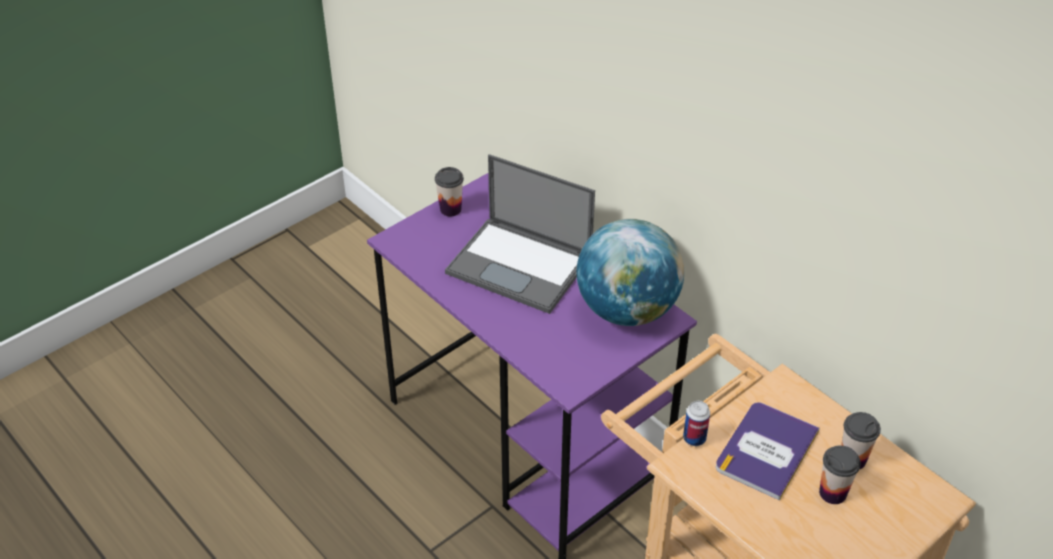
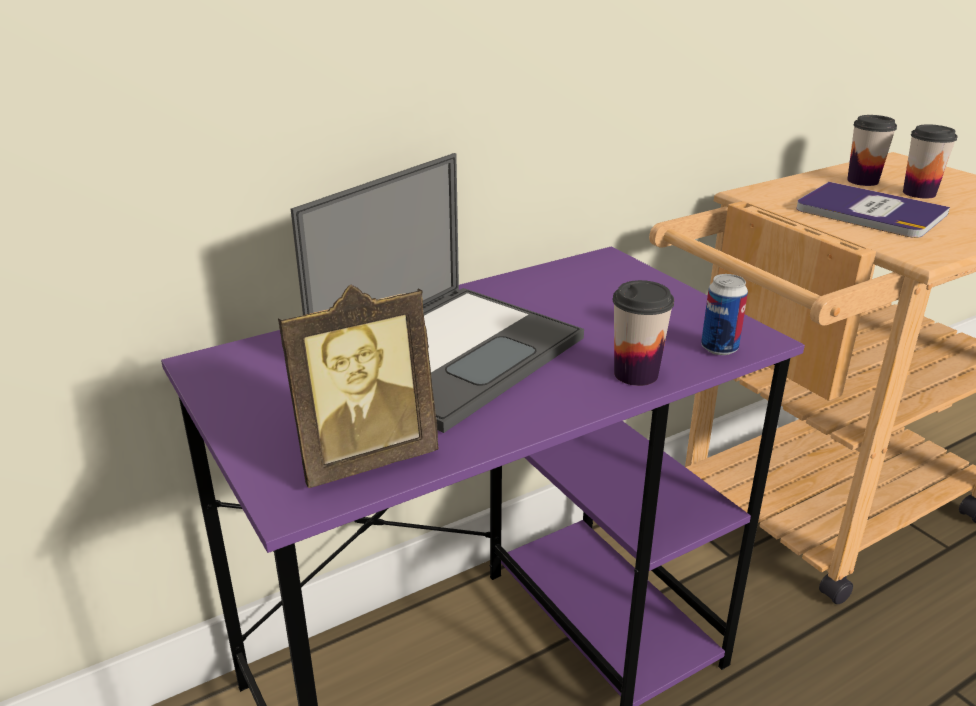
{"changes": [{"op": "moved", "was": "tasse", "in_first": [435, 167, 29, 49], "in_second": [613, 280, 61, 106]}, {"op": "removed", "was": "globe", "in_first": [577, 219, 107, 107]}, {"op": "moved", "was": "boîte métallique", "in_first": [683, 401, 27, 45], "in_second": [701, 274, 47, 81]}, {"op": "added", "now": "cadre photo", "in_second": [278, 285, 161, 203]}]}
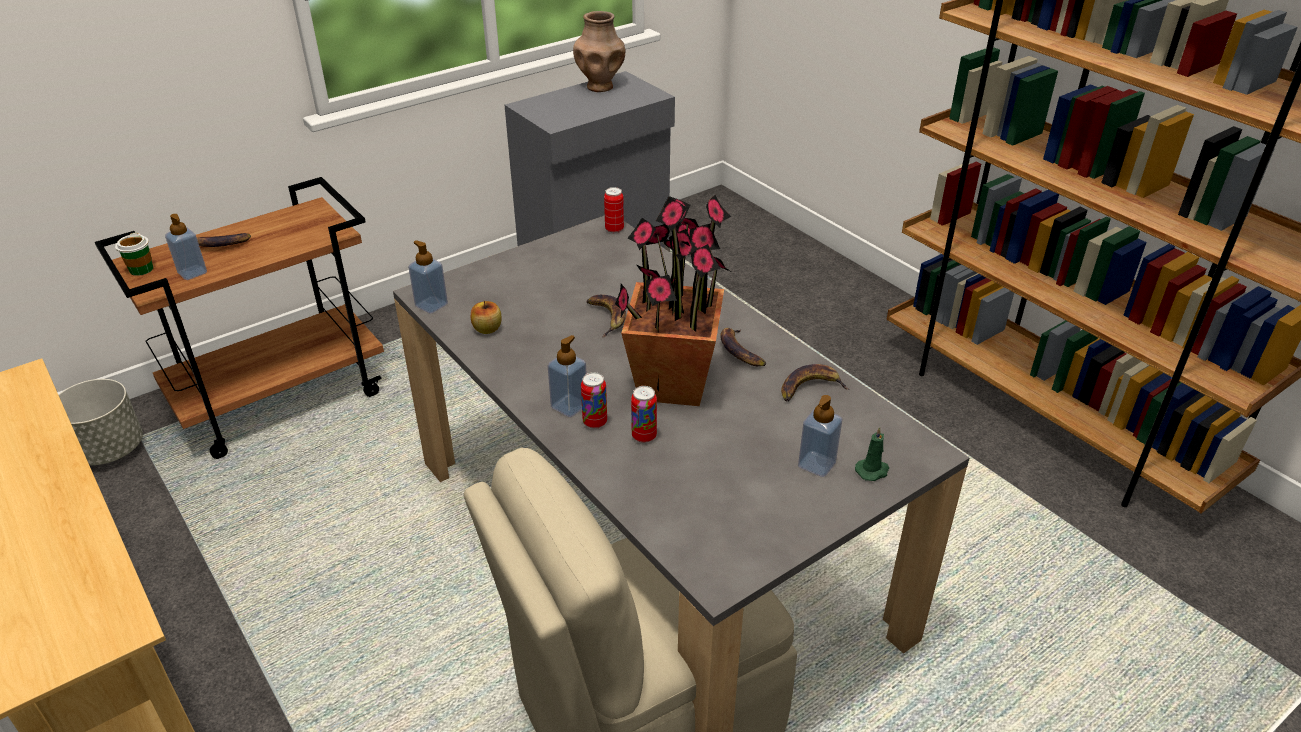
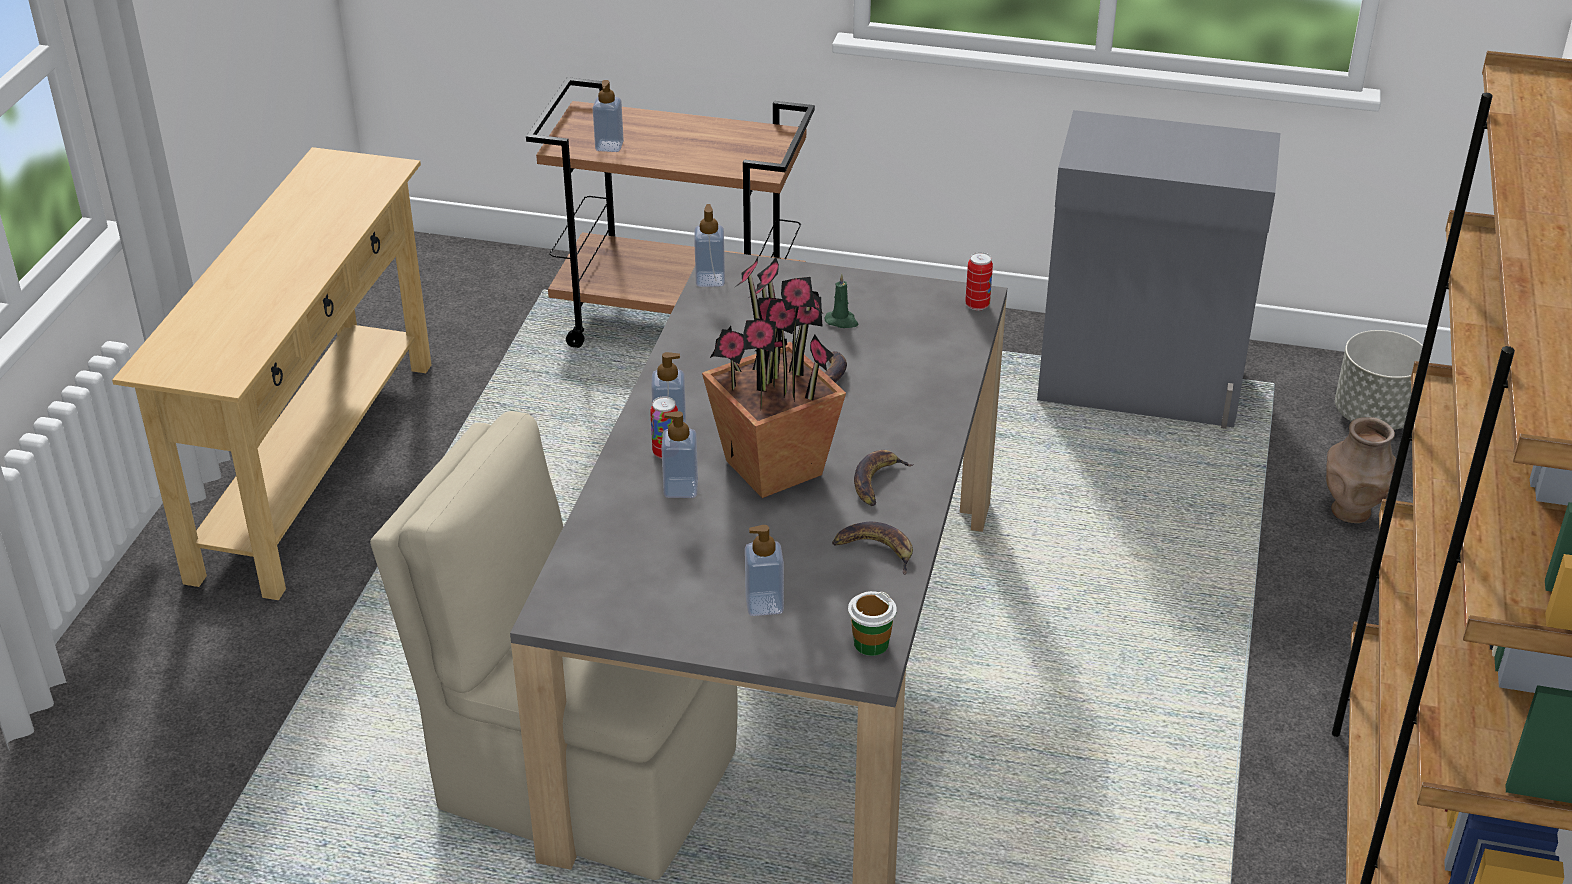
{"changes": [{"op": "moved", "was": "cache-pot [gris]", "in_first": [59, 379, 84, 87], "in_second": [1335, 330, 95, 100]}, {"op": "moved", "was": "tasse", "in_first": [115, 233, 38, 43], "in_second": [848, 591, 49, 65]}, {"op": "removed", "was": "banane", "in_first": [197, 233, 54, 14]}, {"op": "removed", "was": "pomme", "in_first": [471, 301, 30, 33]}, {"op": "moved", "was": "vase [marron]", "in_first": [573, 11, 52, 81], "in_second": [1326, 417, 70, 106]}, {"op": "replaced", "was": "boîte métallique", "now": "distributeur de savon", "in_first": [631, 386, 26, 57], "in_second": [661, 411, 37, 87]}, {"op": "moved", "was": "bougie [vert]", "in_first": [855, 427, 34, 54], "in_second": [825, 274, 33, 54]}]}
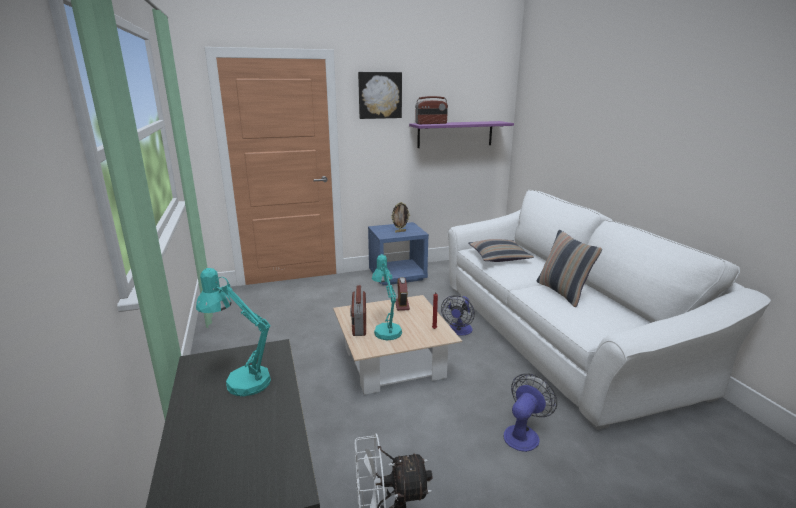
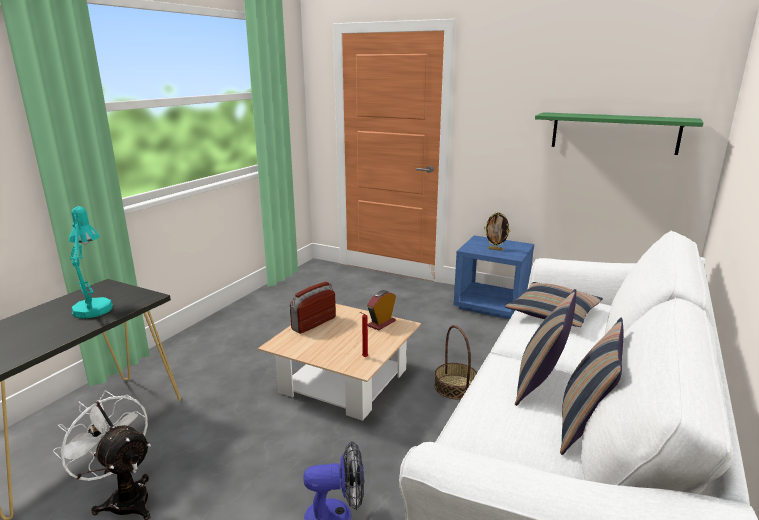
{"changes": [{"op": "removed", "was": "tableau", "in_first": [358, 72, 44, 47]}, {"op": "removed", "was": "lampe de table [turquoise]", "in_first": [372, 254, 30, 86]}, {"op": "recoloured", "was": "étagère [violet]", "now": "étagère [vert]", "in_first": [409, 121, 105, 27], "in_second": [535, 112, 168, 43]}, {"op": "removed", "was": "radio", "in_first": [415, 96, 33, 28]}, {"op": "replaced", "was": "ventilateur", "now": "panier", "in_first": [441, 295, 34, 40], "in_second": [434, 325, 43, 75]}, {"op": "added", "now": "coussin", "in_second": [560, 318, 64, 137]}]}
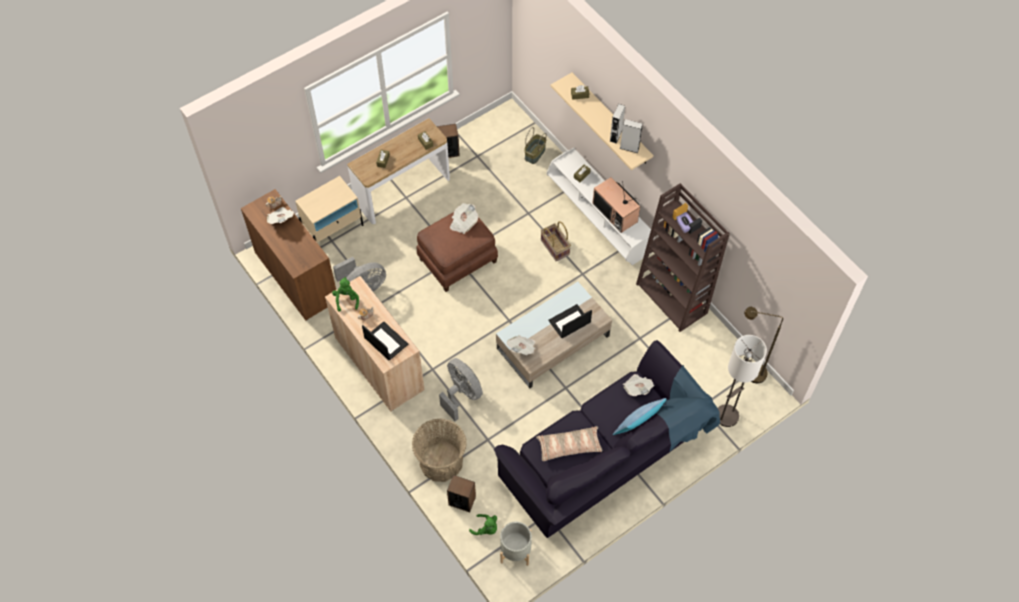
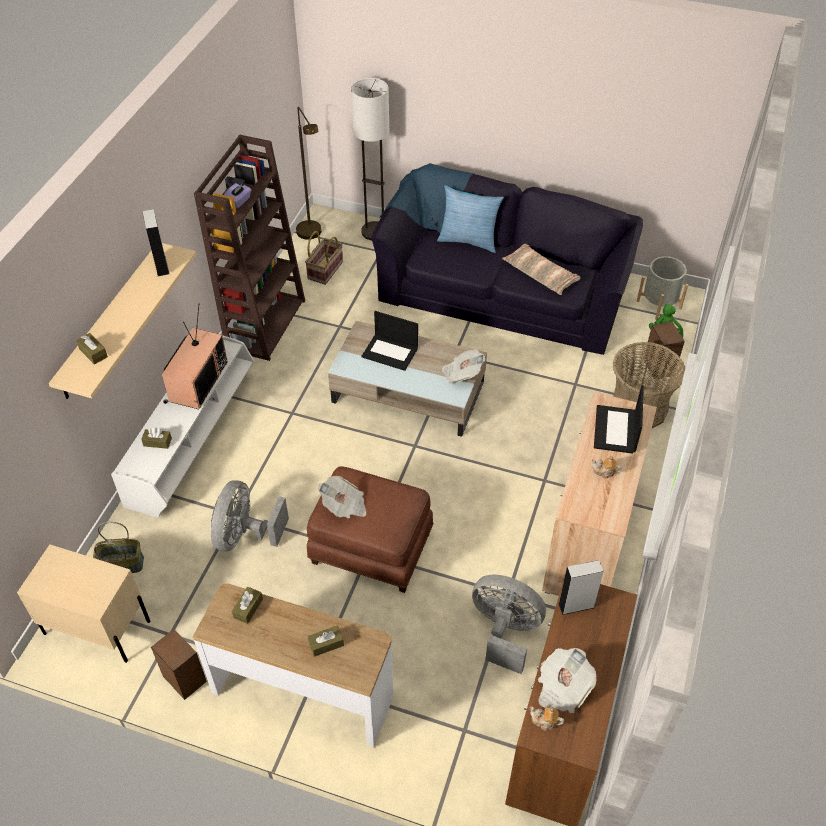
{"changes": [{"op": "moved", "was": "table de chevet [beige]", "in_first": [295, 176, 68, 67], "in_second": [17, 545, 133, 118]}, {"op": "removed", "was": "peluche [vert]", "in_first": [332, 277, 27, 35]}, {"op": "moved", "was": "ventilateur [gris]", "in_first": [439, 358, 44, 63], "in_second": [211, 480, 78, 71]}, {"op": "moved", "was": "panier", "in_first": [541, 221, 30, 40], "in_second": [305, 231, 38, 54]}, {"op": "moved", "was": "enceinte [gris]", "in_first": [610, 104, 15, 40], "in_second": [558, 560, 46, 55]}, {"op": "removed", "was": "journal", "in_first": [623, 374, 31, 22]}]}
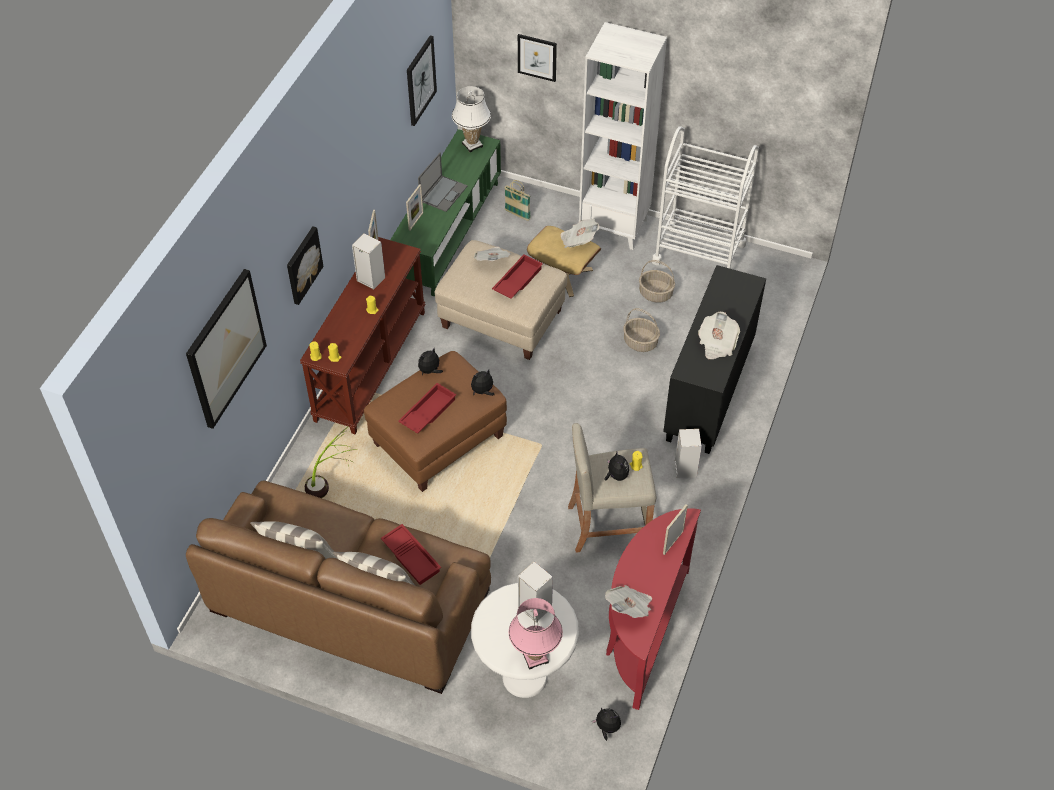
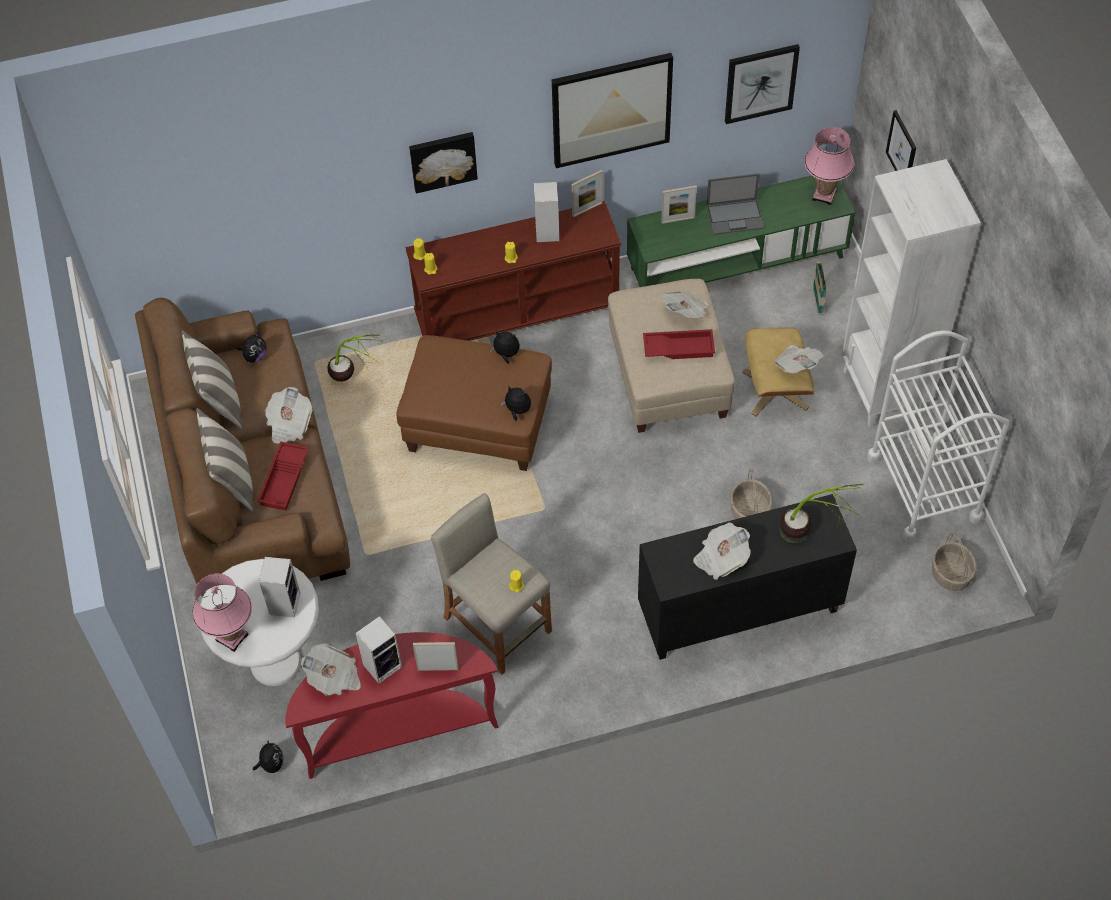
{"changes": [{"op": "moved", "was": "tableau", "in_first": [186, 269, 81, 160], "in_second": [552, 53, 121, 115]}, {"op": "removed", "was": "plateau [rouge]", "in_first": [398, 383, 58, 51]}, {"op": "recoloured", "was": "lampe de table [blanc]", "now": "lampe de table [rose]", "in_first": [452, 86, 39, 66], "in_second": [804, 127, 50, 78]}, {"op": "moved", "was": "peluche", "in_first": [605, 451, 24, 30], "in_second": [237, 332, 30, 31]}, {"op": "moved", "was": "panier", "in_first": [639, 260, 36, 43], "in_second": [932, 533, 45, 58]}, {"op": "moved", "was": "enceinte", "in_first": [675, 429, 27, 49], "in_second": [356, 616, 46, 68]}, {"op": "added", "now": "journal", "in_second": [265, 387, 47, 57]}, {"op": "added", "now": "plante en pot", "in_second": [779, 484, 84, 59]}]}
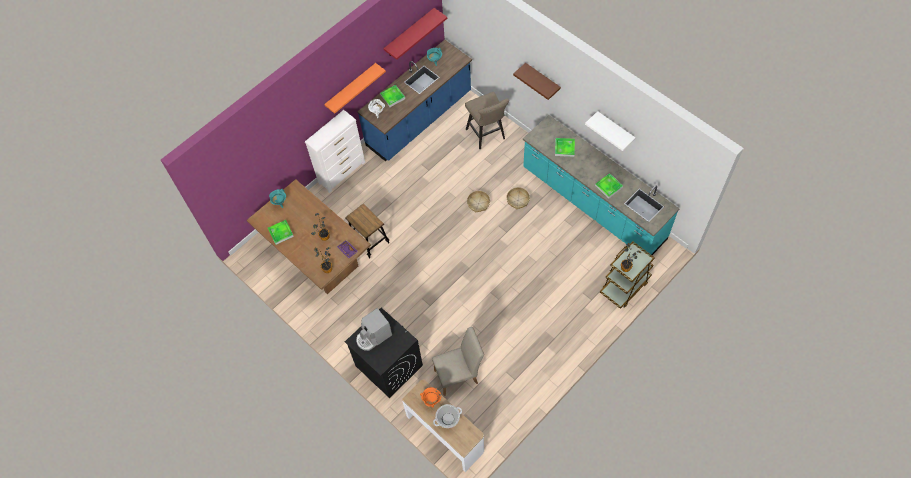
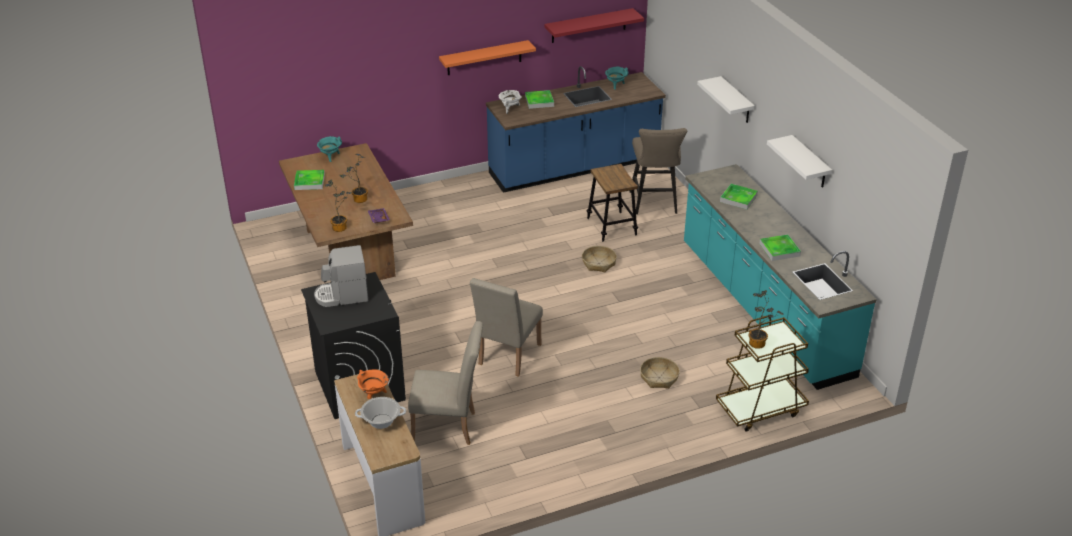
{"changes": [{"op": "removed", "was": "commode [blanc]", "in_first": [305, 110, 60, 83]}, {"op": "moved", "was": "tabouret", "in_first": [345, 203, 44, 55], "in_second": [587, 164, 51, 78]}, {"op": "moved", "was": "panier", "in_first": [507, 187, 23, 22], "in_second": [640, 357, 40, 32]}, {"op": "recoloured", "was": "étagère [marron]", "now": "étagère [blanc]", "in_first": [513, 63, 48, 37], "in_second": [697, 76, 58, 47]}, {"op": "added", "now": "chaise [beige]", "in_second": [470, 278, 73, 99]}]}
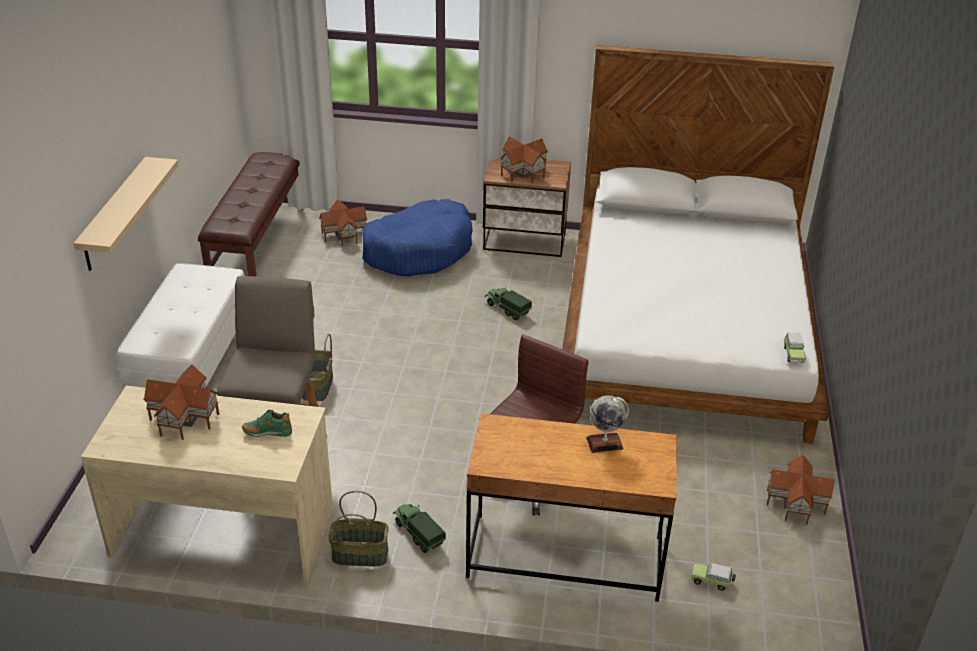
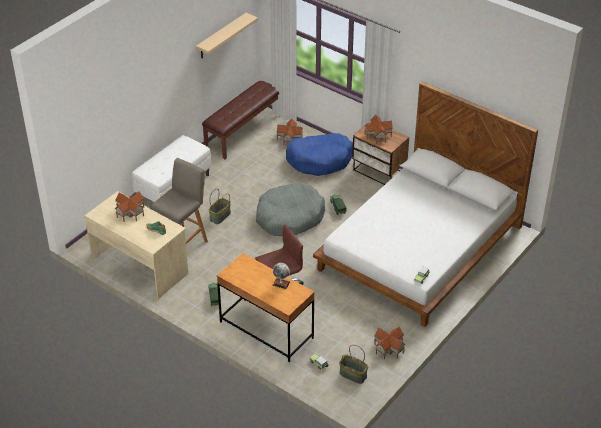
{"changes": [{"op": "moved", "was": "étagère [beige]", "in_first": [73, 157, 106, 114], "in_second": [196, 13, 62, 45]}, {"op": "moved", "was": "panier", "in_first": [328, 491, 61, 75], "in_second": [339, 345, 29, 39]}, {"op": "added", "now": "panier pour chien [gris]", "in_second": [256, 183, 69, 53]}]}
